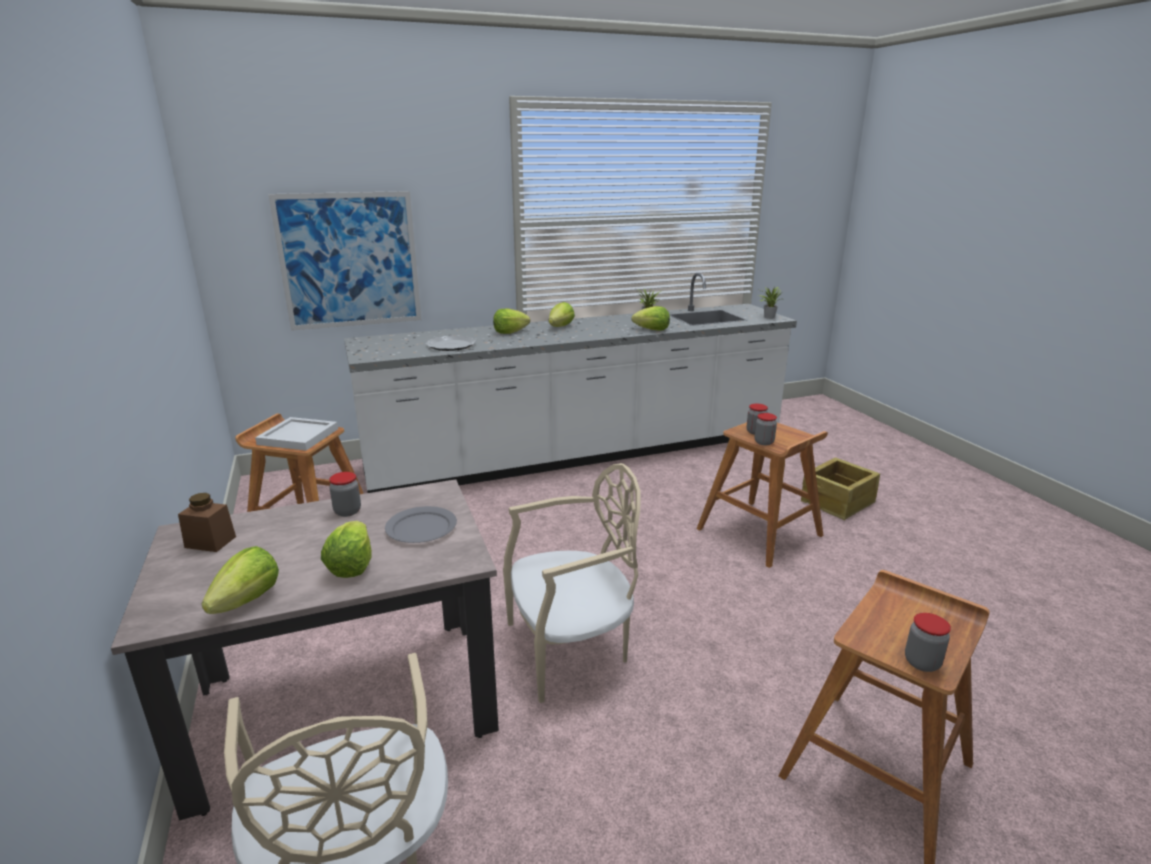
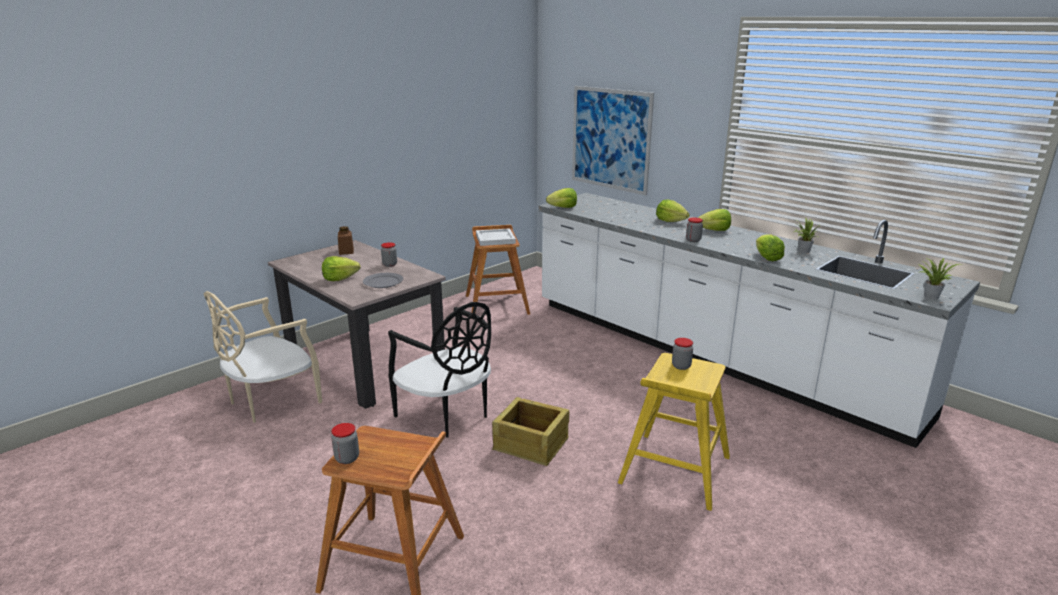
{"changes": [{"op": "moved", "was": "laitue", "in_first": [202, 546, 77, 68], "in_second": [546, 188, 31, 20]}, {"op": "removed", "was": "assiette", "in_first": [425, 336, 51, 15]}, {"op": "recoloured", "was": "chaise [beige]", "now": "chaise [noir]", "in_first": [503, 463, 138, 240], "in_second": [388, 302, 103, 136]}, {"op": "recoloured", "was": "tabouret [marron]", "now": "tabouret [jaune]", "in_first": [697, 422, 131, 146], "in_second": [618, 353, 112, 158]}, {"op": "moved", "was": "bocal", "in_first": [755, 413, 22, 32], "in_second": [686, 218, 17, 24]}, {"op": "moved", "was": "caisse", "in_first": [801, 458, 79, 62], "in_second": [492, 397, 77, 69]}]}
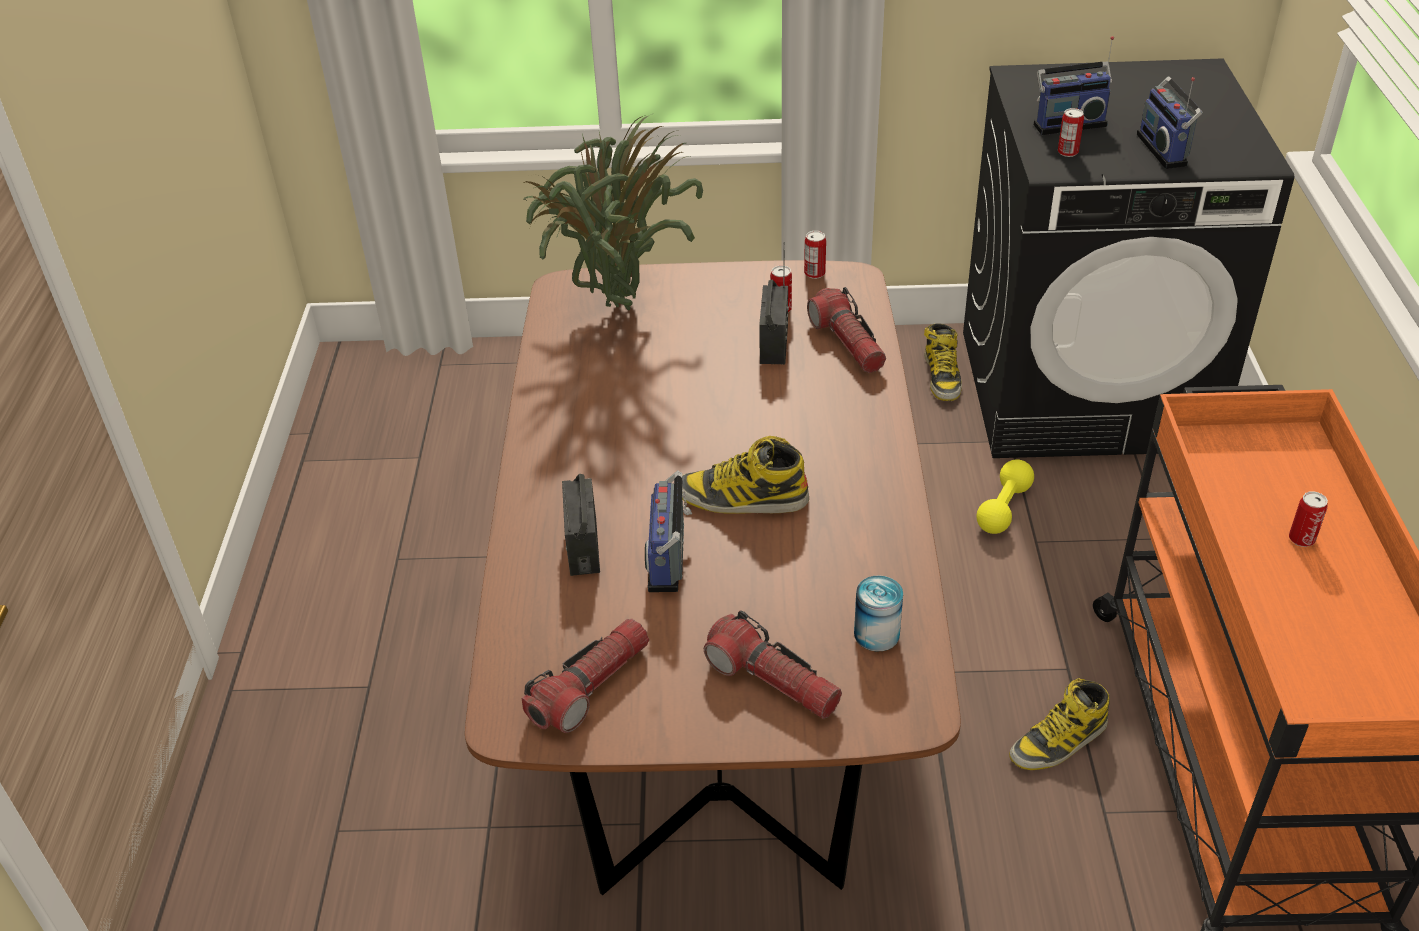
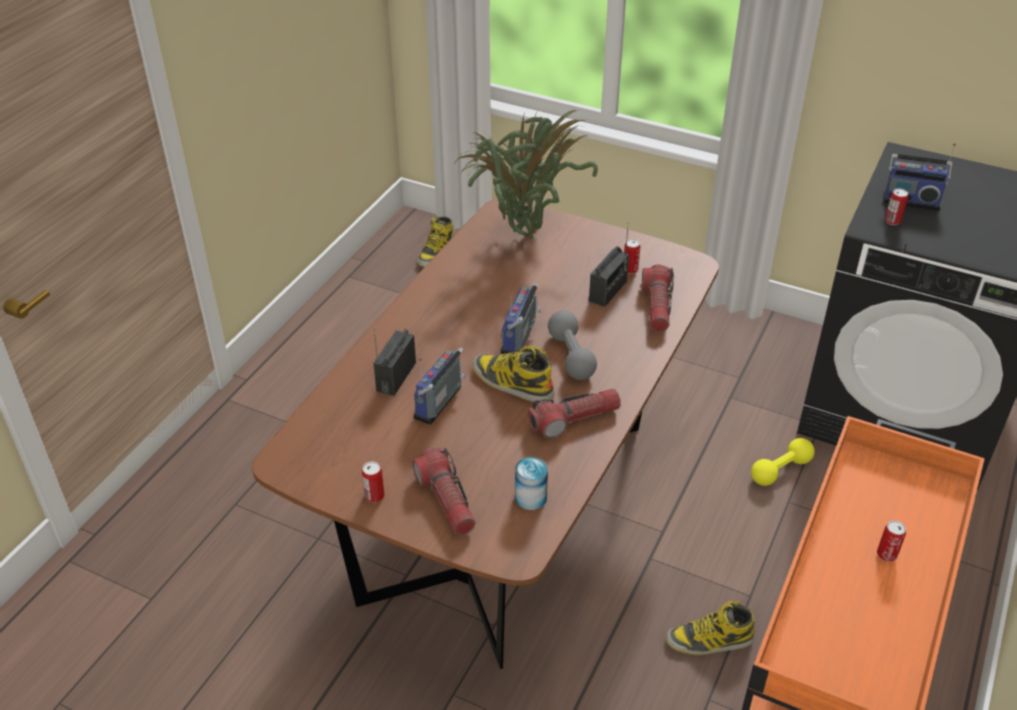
{"changes": [{"op": "moved", "was": "lampe de poche", "in_first": [522, 619, 127, 114], "in_second": [528, 389, 93, 50]}, {"op": "moved", "was": "boîte métallique", "in_first": [804, 231, 22, 48], "in_second": [362, 461, 23, 42]}, {"op": "moved", "was": "botte", "in_first": [924, 324, 38, 77], "in_second": [417, 217, 37, 50]}, {"op": "moved", "was": "radio", "in_first": [1137, 76, 66, 93], "in_second": [501, 282, 40, 72]}, {"op": "added", "now": "haltère [gris]", "in_second": [548, 311, 49, 69]}]}
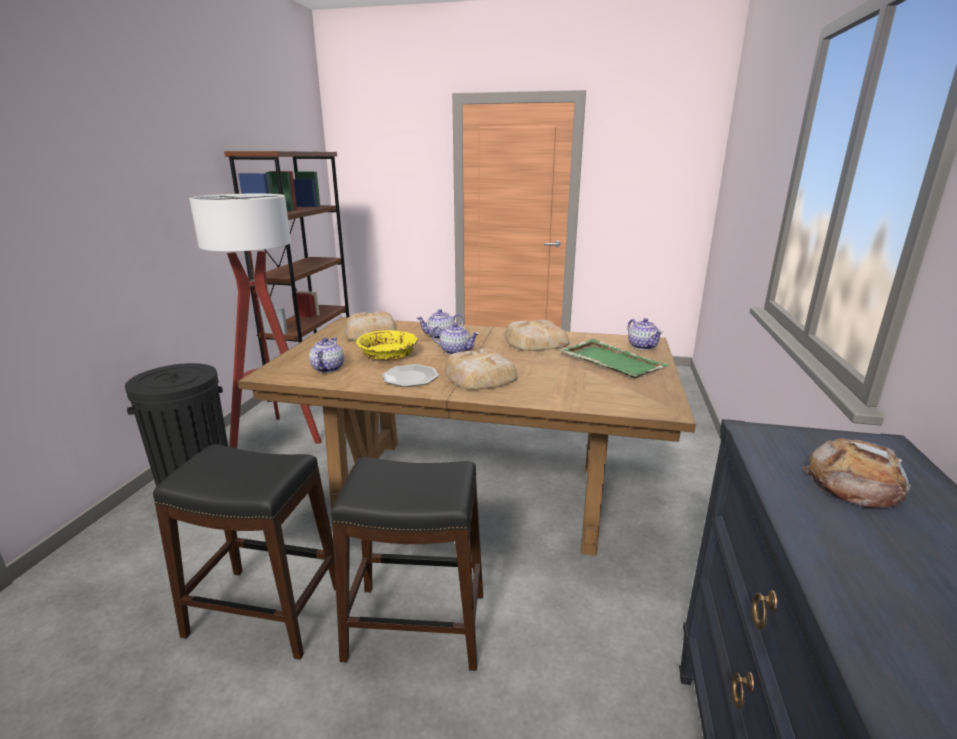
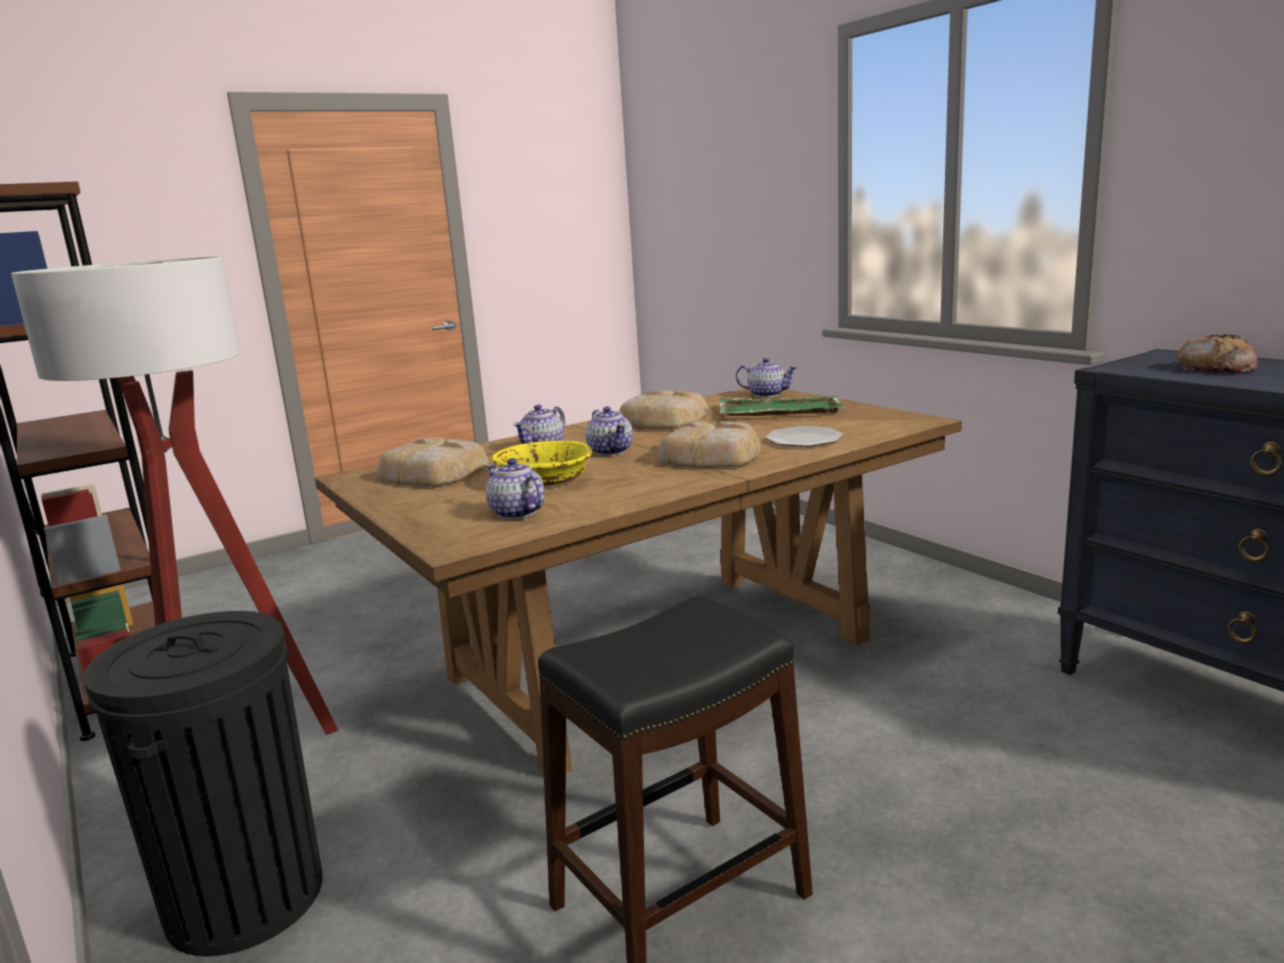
{"changes": [{"op": "removed", "was": "tabouret [noir]", "in_first": [331, 457, 152, 214]}, {"op": "moved", "was": "assiette", "in_first": [382, 364, 57, 23], "in_second": [765, 426, 78, 21]}, {"op": "turned", "was": "théière", "in_first": [432, 323, 47, 32], "in_second": [586, 406, 47, 50], "clockwise": 90}]}
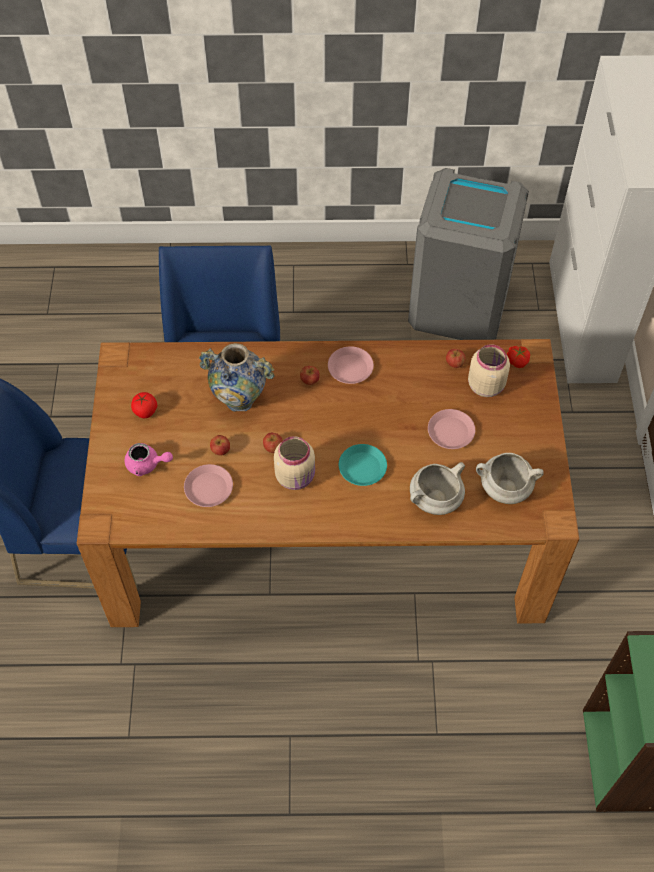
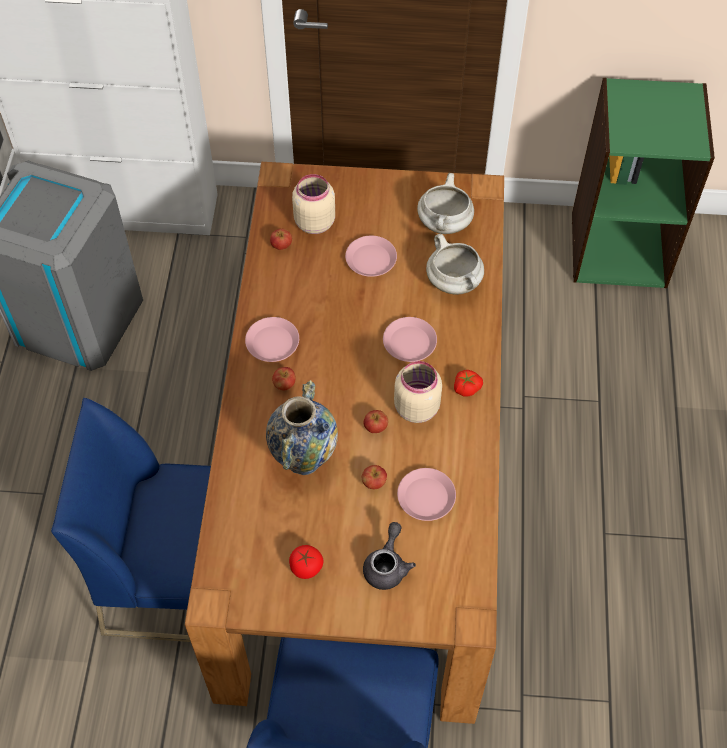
{"changes": [{"op": "recoloured", "was": "théière [rose]", "now": "théière [gris]", "in_first": [125, 443, 48, 33], "in_second": [363, 522, 53, 68]}, {"op": "recoloured", "was": "assiette [turquoise]", "now": "assiette [rose]", "in_first": [339, 444, 48, 42], "in_second": [383, 317, 54, 45]}, {"op": "moved", "was": "tomate", "in_first": [507, 346, 23, 22], "in_second": [454, 370, 29, 27]}]}
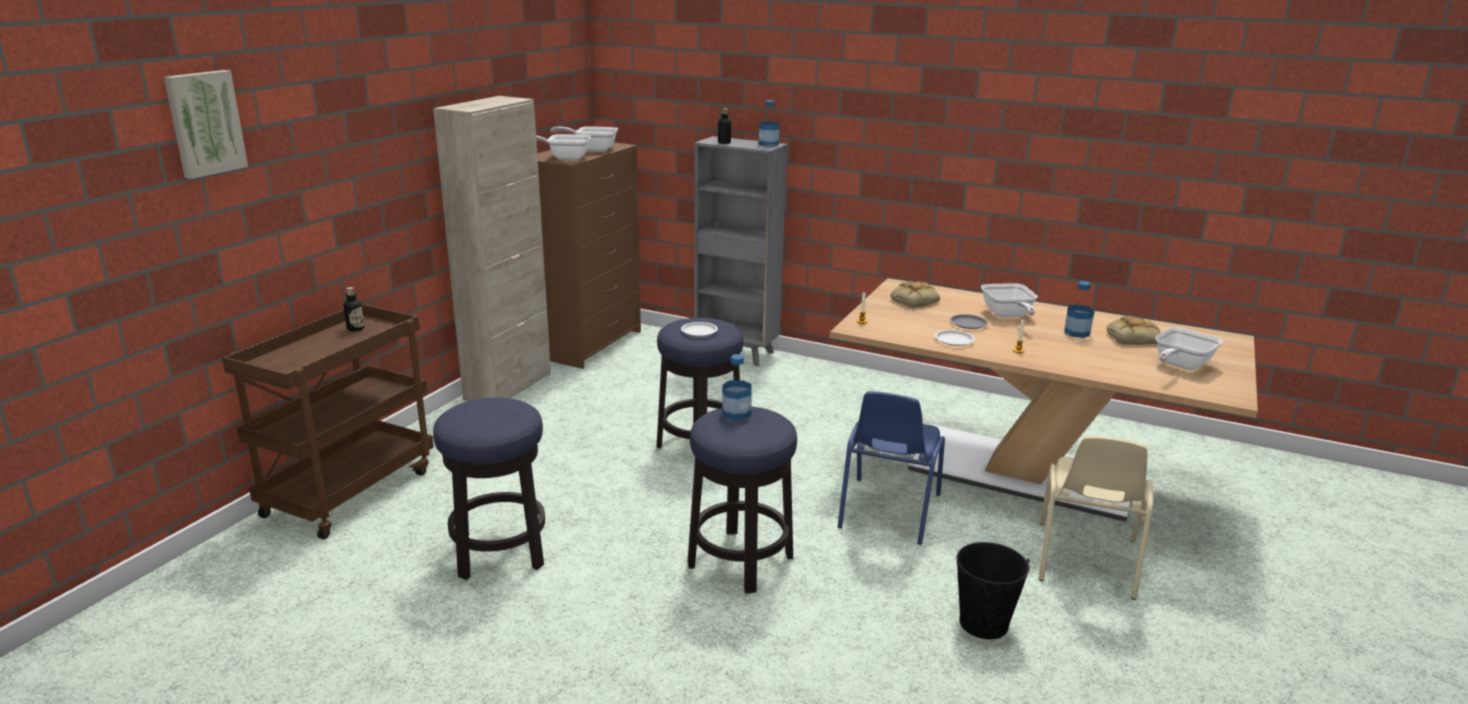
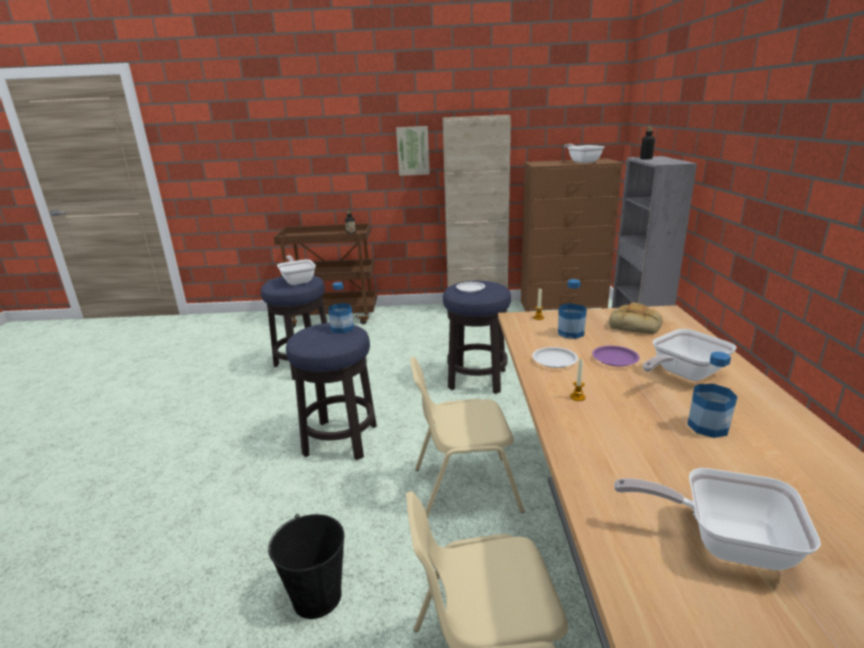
{"changes": [{"op": "moved", "was": "tableau", "in_first": [164, 70, 84, 109], "in_second": [396, 126, 34, 50]}, {"op": "moved", "was": "poêle", "in_first": [536, 134, 55, 26], "in_second": [277, 255, 39, 30]}, {"op": "moved", "was": "bouteille", "in_first": [758, 100, 22, 46], "in_second": [558, 279, 29, 60]}, {"op": "recoloured", "was": "chaise [bleu]", "now": "chaise [beige]", "in_first": [838, 391, 107, 154], "in_second": [410, 357, 114, 161]}, {"op": "recoloured", "was": "assiette [gris]", "now": "assiette [violet]", "in_first": [950, 314, 38, 15], "in_second": [592, 346, 48, 21]}, {"op": "removed", "was": "pain", "in_first": [1107, 316, 54, 29]}]}
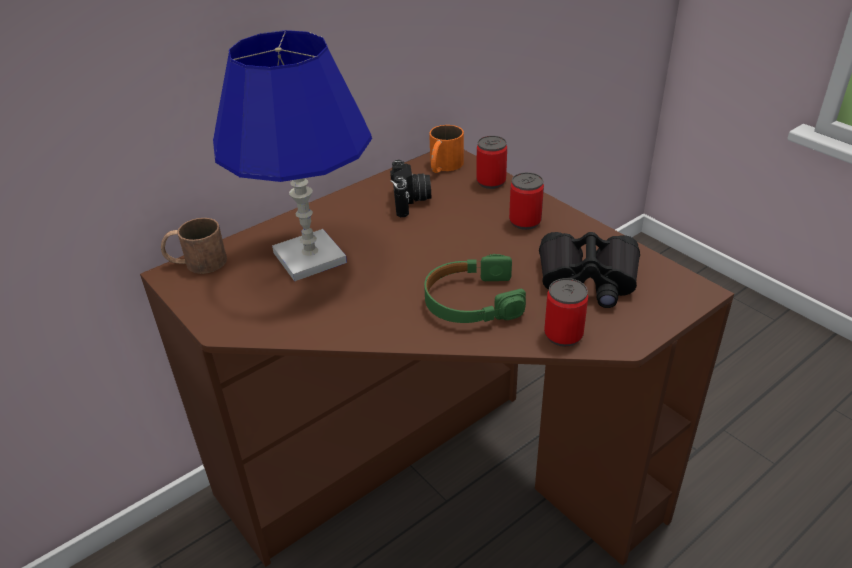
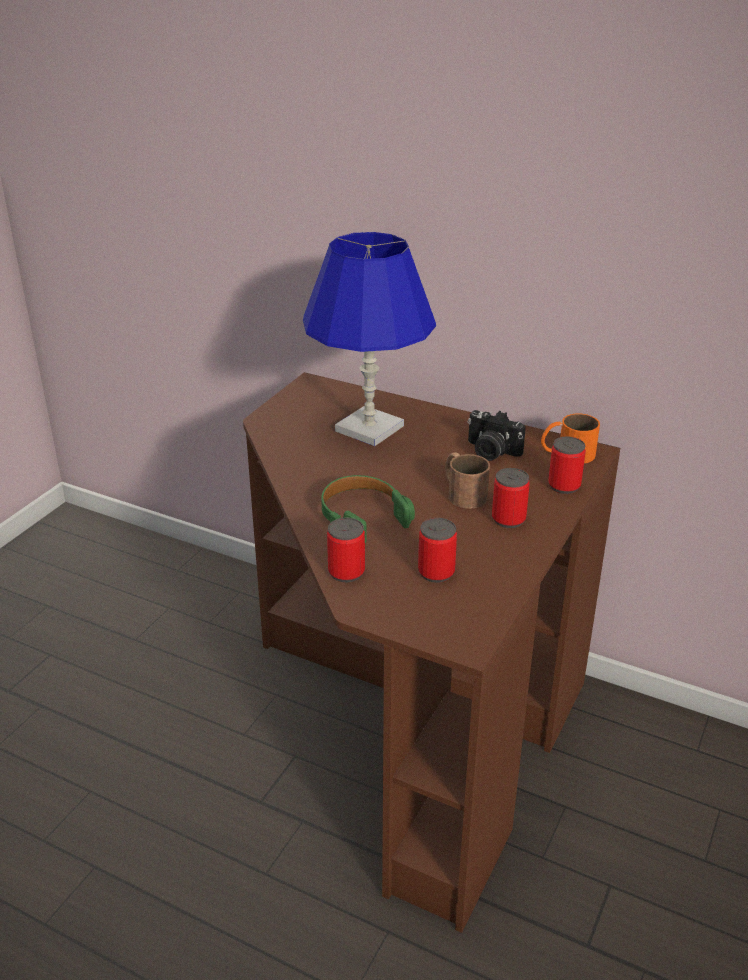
{"changes": [{"op": "moved", "was": "mug [marron]", "in_first": [161, 218, 66, 56], "in_second": [445, 452, 45, 57]}, {"op": "turned", "was": "appareil photo", "in_first": [390, 160, 41, 57], "in_second": [467, 410, 59, 51], "clockwise": 60}, {"op": "replaced", "was": "jumelles [noir]", "now": "boîte métallique", "in_first": [539, 232, 101, 76], "in_second": [418, 518, 39, 65]}]}
